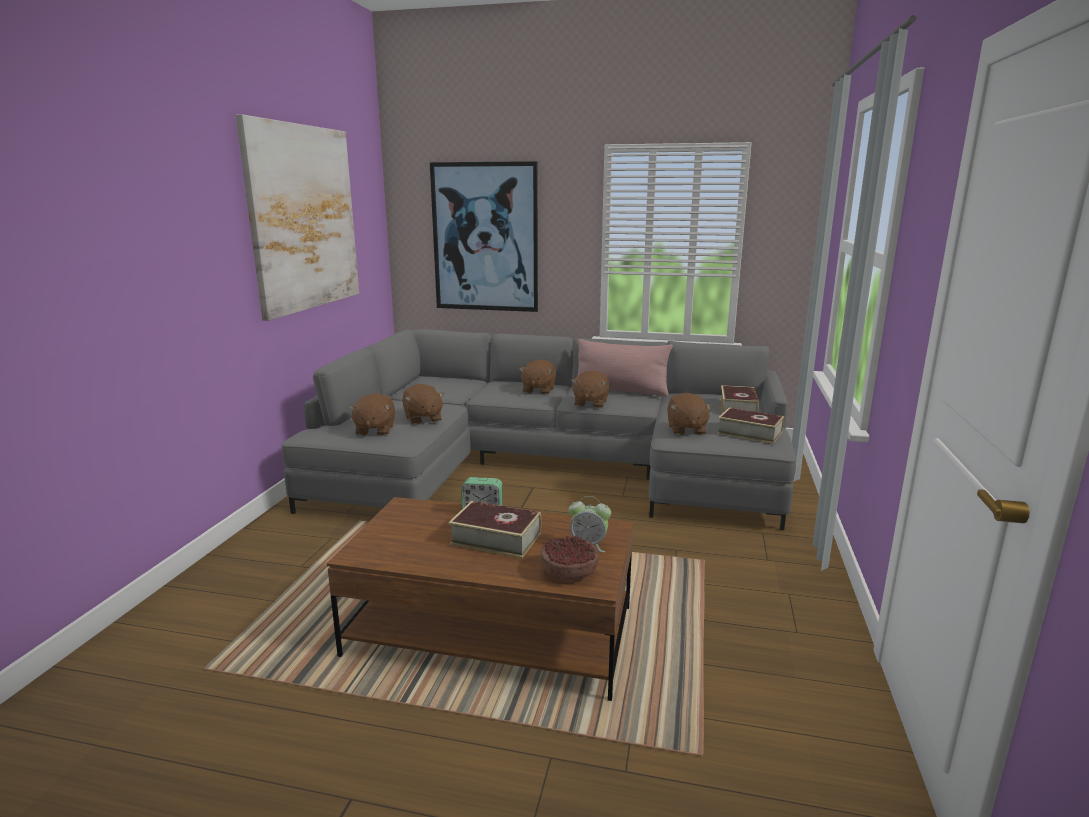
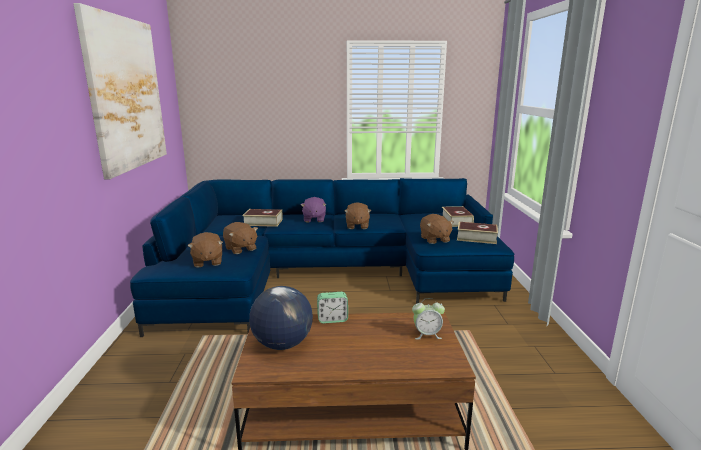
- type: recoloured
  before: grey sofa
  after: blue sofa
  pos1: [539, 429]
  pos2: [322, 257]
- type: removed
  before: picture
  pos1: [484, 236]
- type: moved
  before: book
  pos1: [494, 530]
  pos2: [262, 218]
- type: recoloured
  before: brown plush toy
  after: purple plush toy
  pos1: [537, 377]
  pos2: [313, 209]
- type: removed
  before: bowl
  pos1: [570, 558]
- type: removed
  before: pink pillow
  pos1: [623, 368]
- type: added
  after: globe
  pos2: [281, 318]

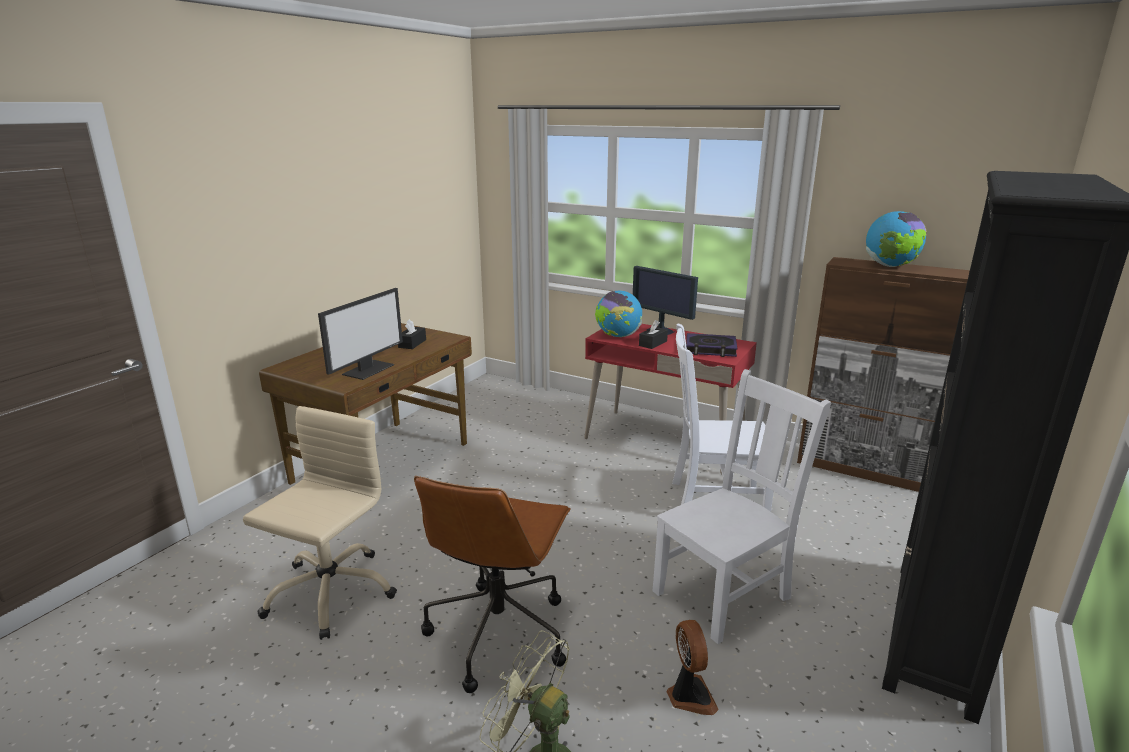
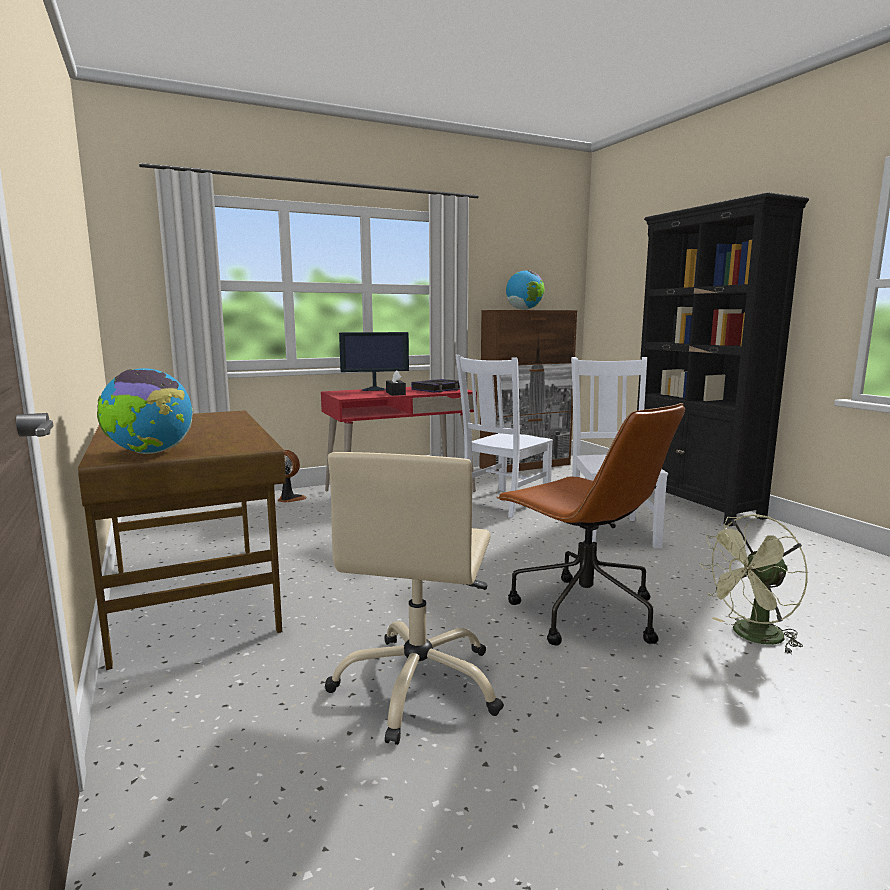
- type: turned
  before: beige office chair
  pos1: [320, 523]
  pos2: [414, 598]
  turn: -135
- type: removed
  before: monitor
  pos1: [360, 334]
- type: removed
  before: black tissue box
  pos1: [412, 334]
- type: moved
  before: globe
  pos1: [618, 314]
  pos2: [145, 411]
- type: moved
  before: fan
  pos1: [693, 667]
  pos2: [292, 476]

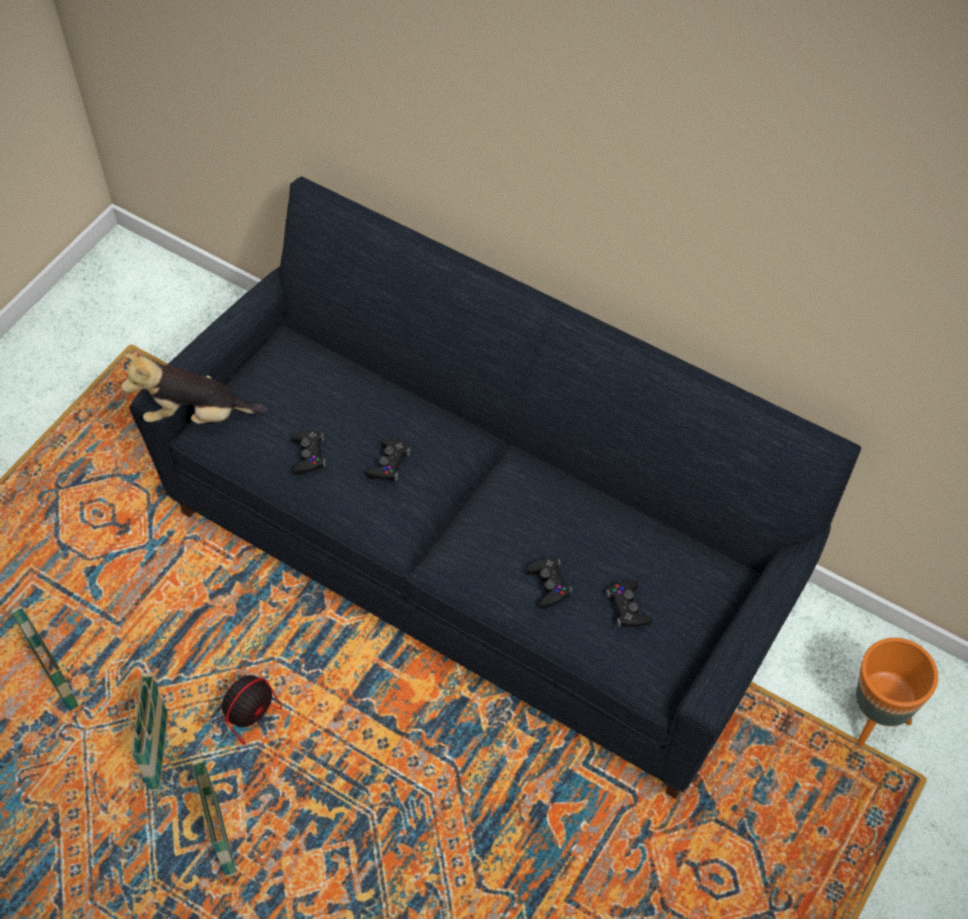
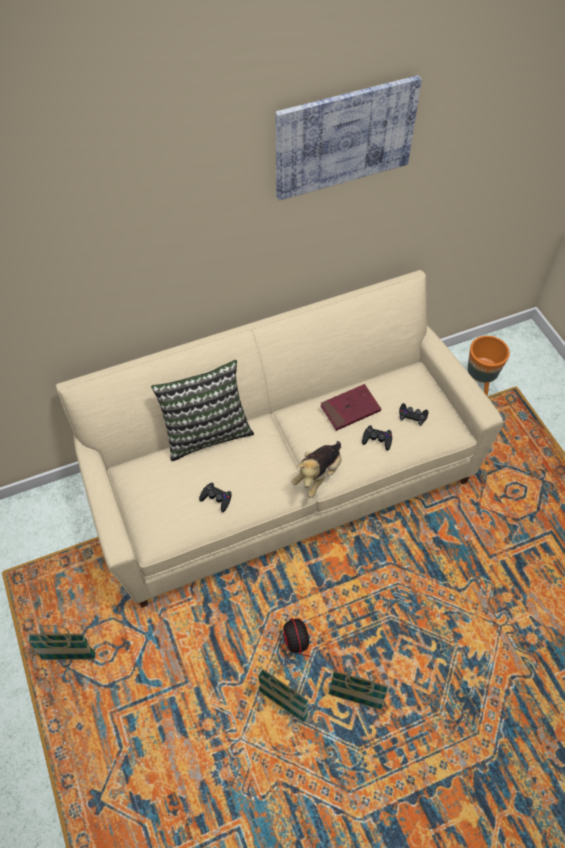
- type: moved
  before: basket
  pos1: [45, 659]
  pos2: [61, 642]
- type: moved
  before: plush toy
  pos1: [194, 389]
  pos2: [317, 469]
- type: recoloured
  before: black sofa
  after: beige sofa
  pos1: [495, 488]
  pos2: [280, 439]
- type: removed
  before: black game controller
  pos1: [387, 459]
- type: added
  after: pillow
  pos2: [202, 411]
- type: added
  after: picture
  pos2: [349, 138]
- type: added
  after: red book
  pos2: [350, 407]

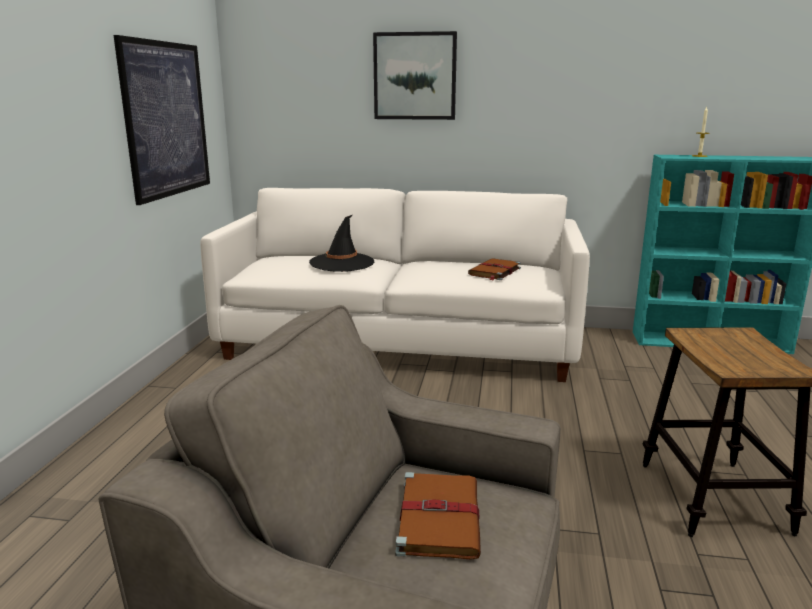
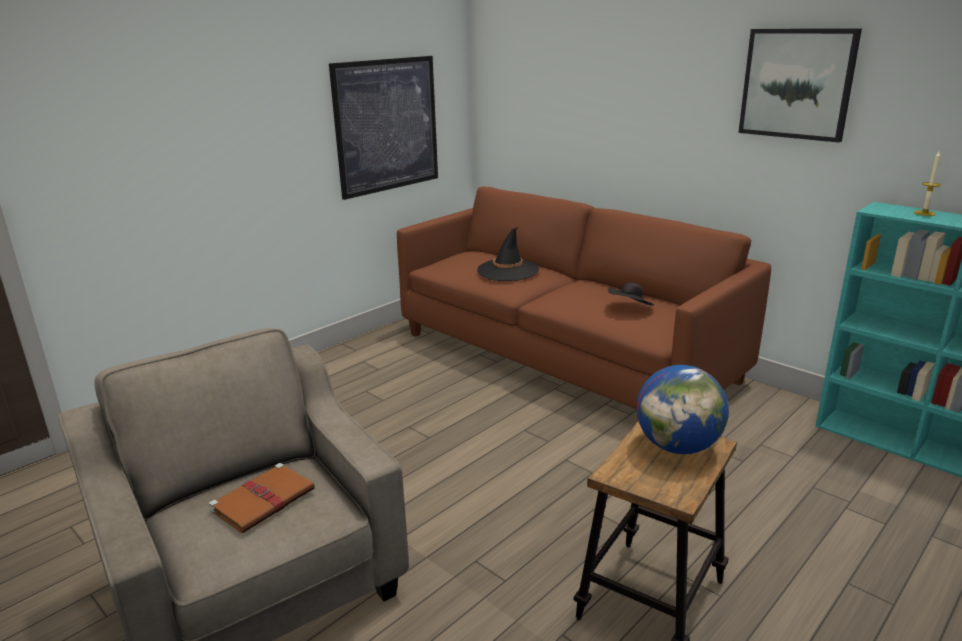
- type: recoloured
  before: white sofa
  after: brown sofa
  pos1: [395, 285]
  pos2: [584, 297]
- type: moved
  before: picture
  pos1: [415, 75]
  pos2: [800, 85]
- type: replaced
  before: brown book
  after: black hat
  pos1: [494, 269]
  pos2: [631, 294]
- type: added
  after: globe
  pos2: [683, 409]

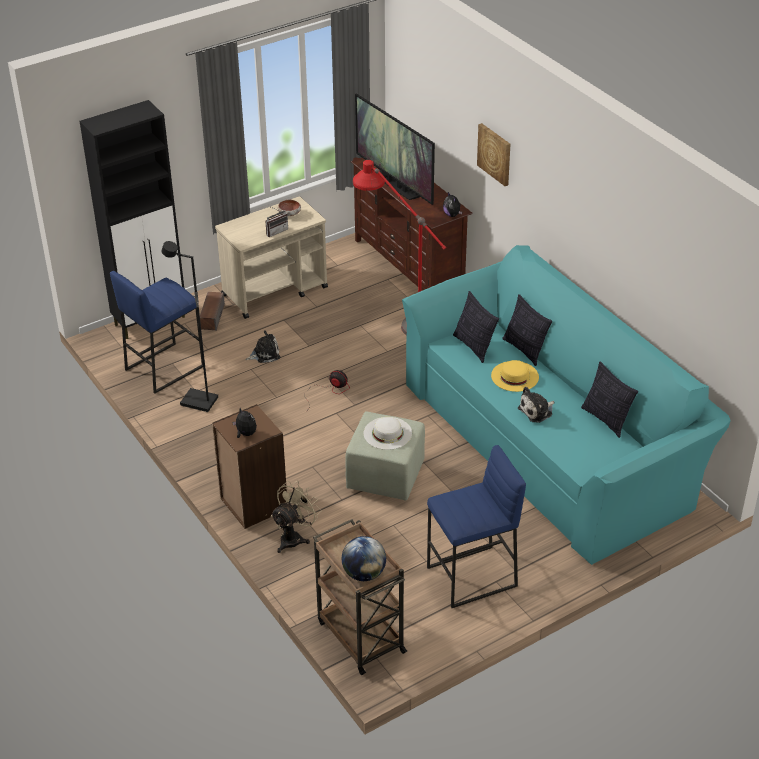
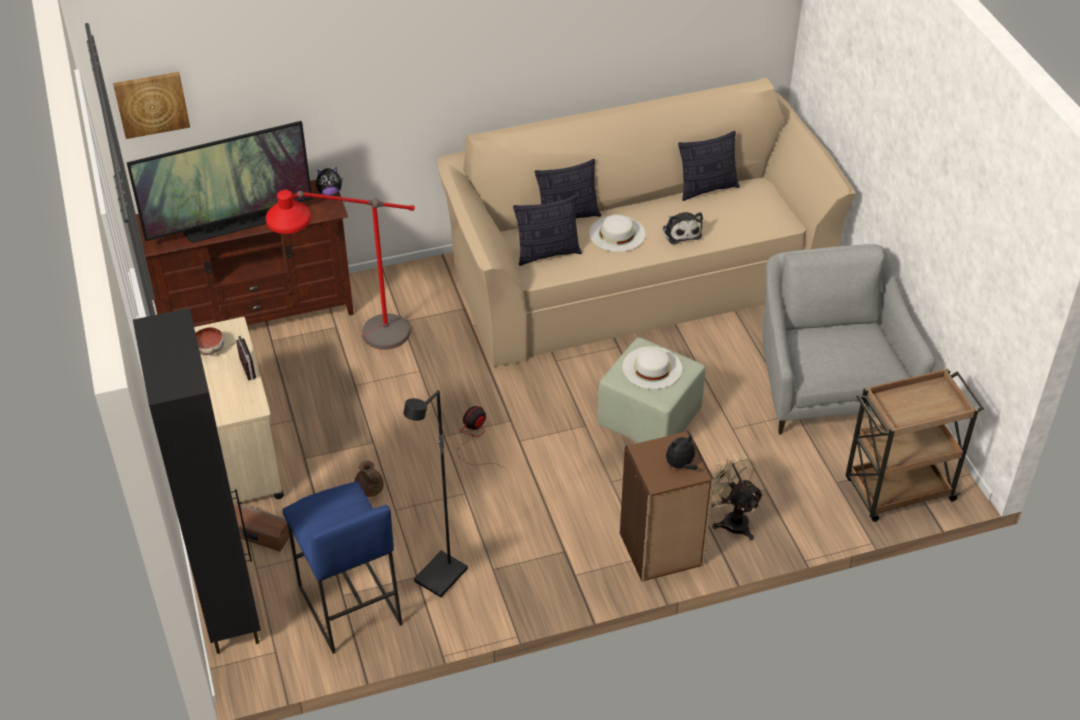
- type: replaced
  before: plush toy
  after: brown teapot
  pos1: [262, 347]
  pos2: [369, 479]
- type: removed
  before: globe
  pos1: [364, 558]
- type: recoloured
  before: turquoise sofa
  after: beige sofa
  pos1: [566, 405]
  pos2: [647, 222]
- type: replaced
  before: blue stool
  after: grey armchair
  pos1: [476, 526]
  pos2: [849, 339]
- type: moved
  before: picture
  pos1: [493, 154]
  pos2: [151, 105]
- type: recoloured
  before: yellow hat
  after: white hat
  pos1: [515, 376]
  pos2: [617, 233]

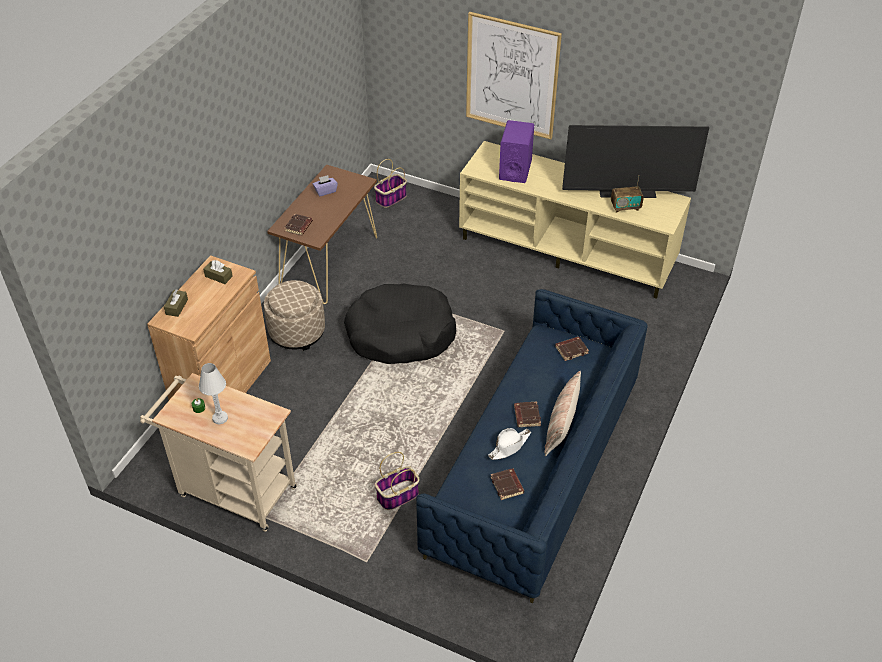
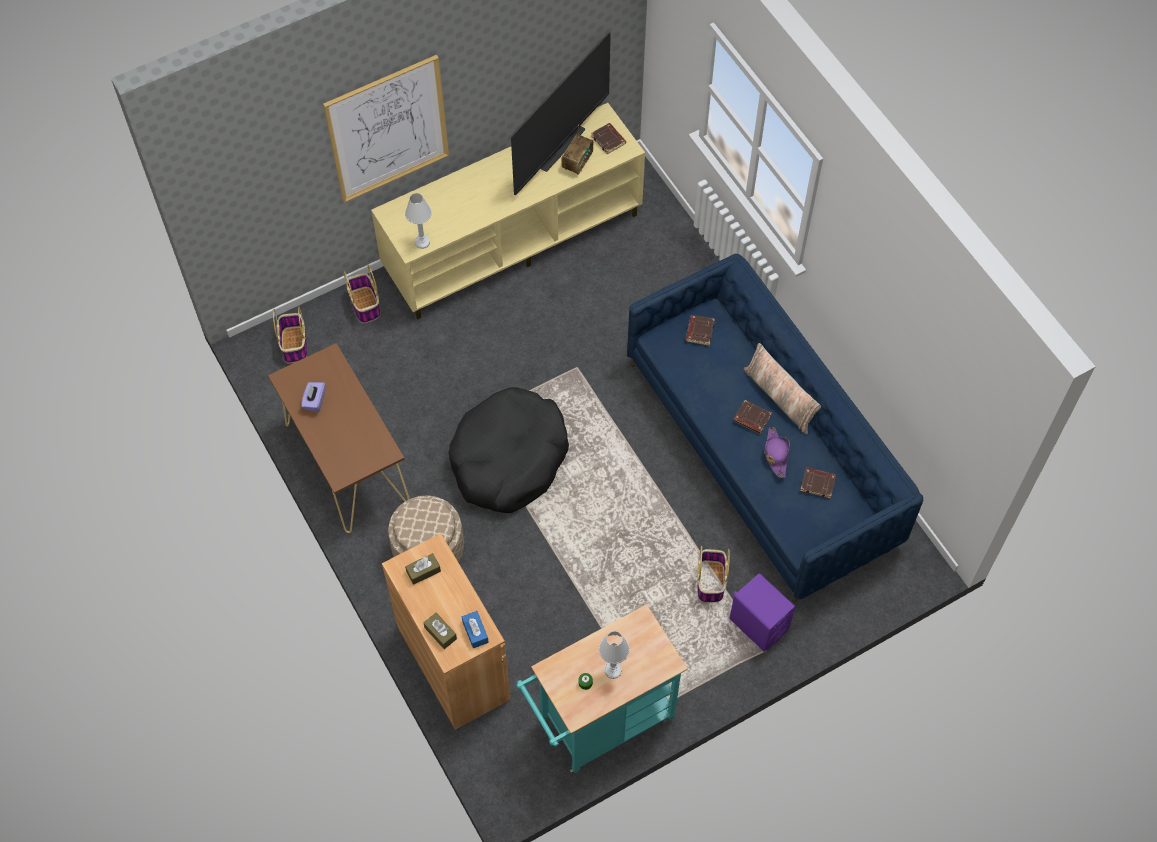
- type: recoloured
  before: beige cart
  after: turquoise cart
  pos1: [218, 452]
  pos2: [602, 688]
- type: moved
  before: brown book
  pos1: [298, 224]
  pos2: [608, 138]
- type: recoloured
  before: white hat
  after: purple hat
  pos1: [509, 444]
  pos2: [777, 452]
- type: moved
  before: purple speaker
  pos1: [516, 151]
  pos2: [762, 612]
- type: added
  after: basket
  pos2: [362, 294]
- type: added
  after: white table lamp
  pos2: [418, 221]
- type: added
  after: blue tissue box
  pos2: [475, 629]

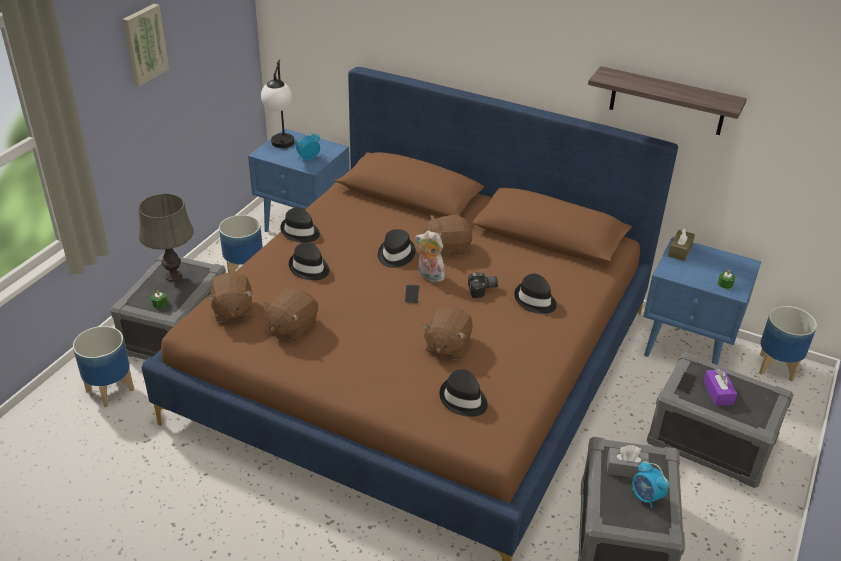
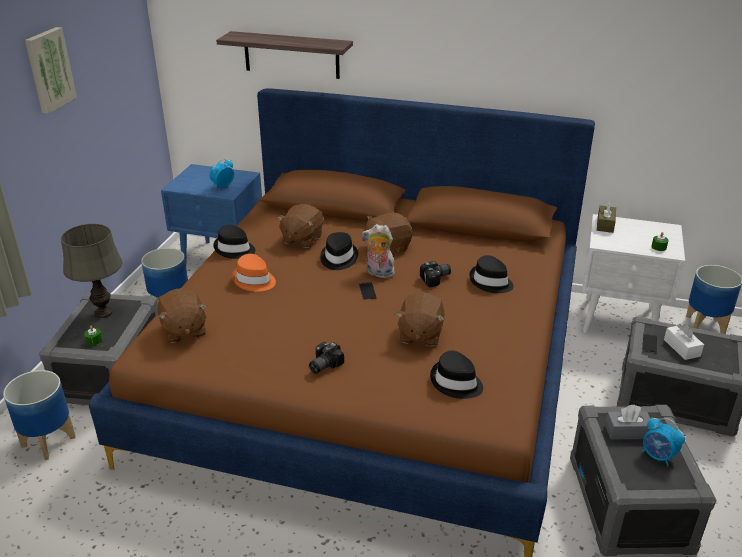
- type: removed
  before: table lamp
  pos1: [278, 103]
- type: moved
  before: brown plush toy
  pos1: [290, 315]
  pos2: [300, 226]
- type: recoloured
  before: black hat
  after: orange hat
  pos1: [309, 261]
  pos2: [254, 273]
- type: moved
  before: shelf
  pos1: [667, 100]
  pos2: [284, 55]
- type: recoloured
  before: blue nightstand
  after: white nightstand
  pos1: [702, 301]
  pos2: [633, 273]
- type: recoloured
  before: purple tissue box
  after: white tissue box
  pos1: [720, 387]
  pos2: [684, 342]
- type: added
  after: photo camera
  pos2: [326, 358]

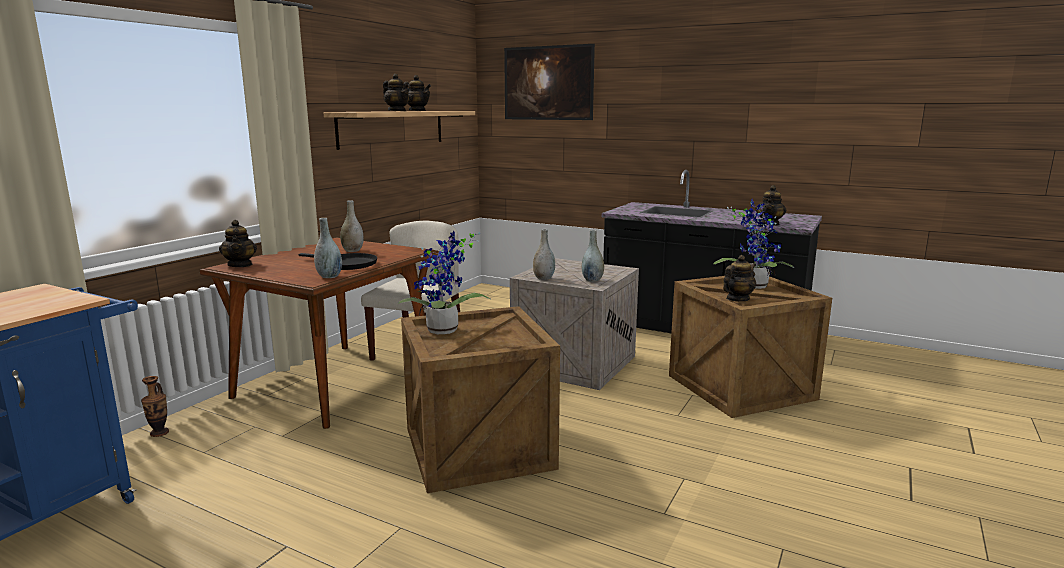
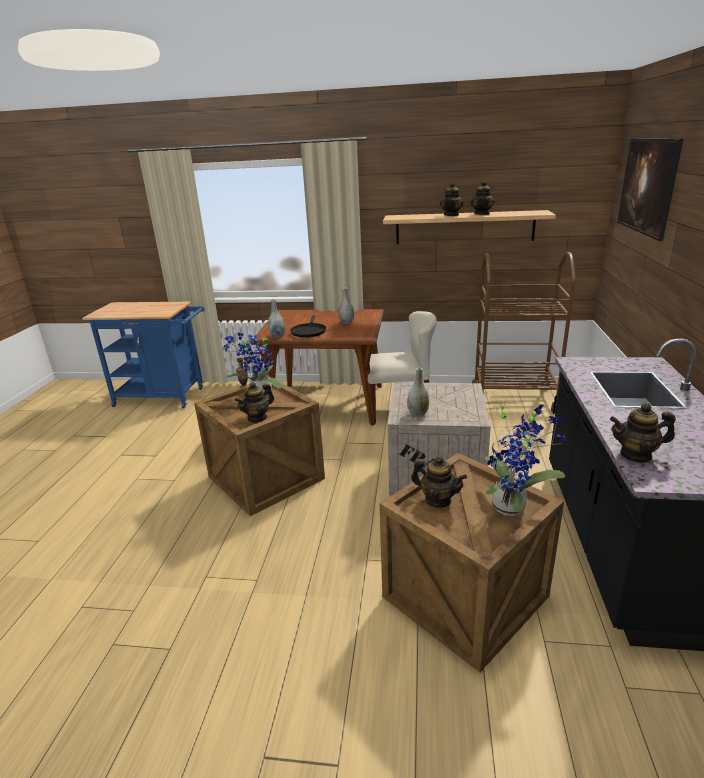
- type: moved
  before: teapot
  pos1: [238, 243]
  pos2: [254, 402]
- type: removed
  before: grey vase
  pos1: [544, 254]
- type: added
  after: brown cart
  pos2: [524, 332]

